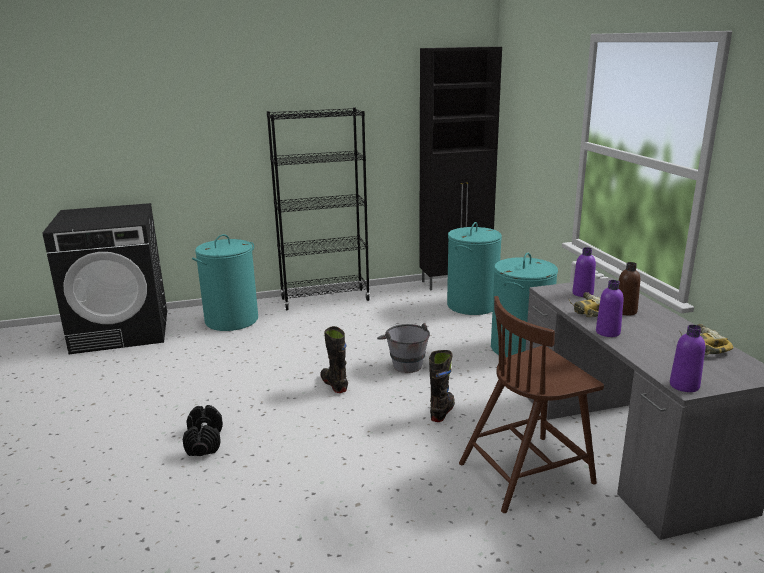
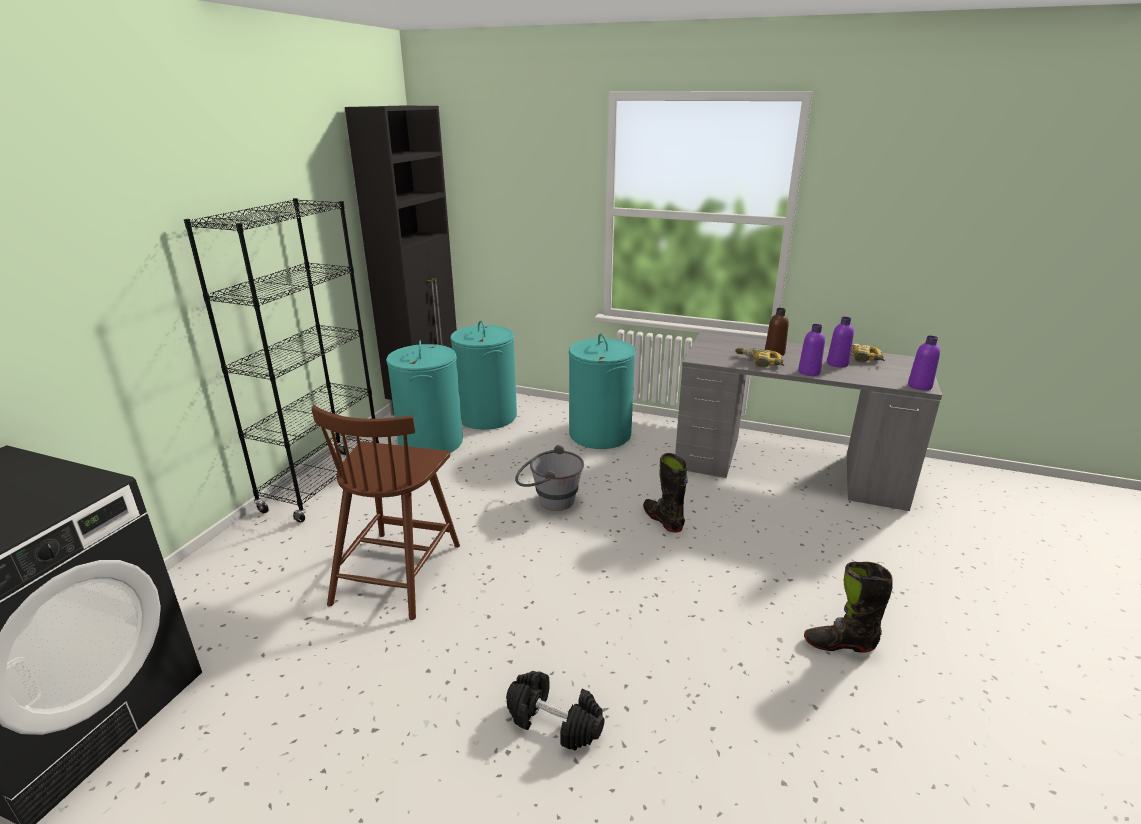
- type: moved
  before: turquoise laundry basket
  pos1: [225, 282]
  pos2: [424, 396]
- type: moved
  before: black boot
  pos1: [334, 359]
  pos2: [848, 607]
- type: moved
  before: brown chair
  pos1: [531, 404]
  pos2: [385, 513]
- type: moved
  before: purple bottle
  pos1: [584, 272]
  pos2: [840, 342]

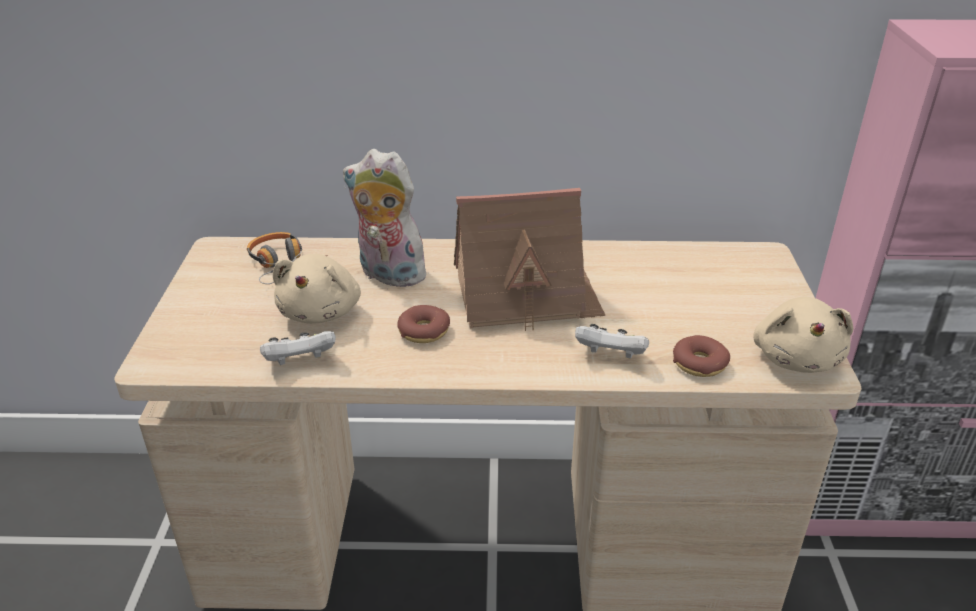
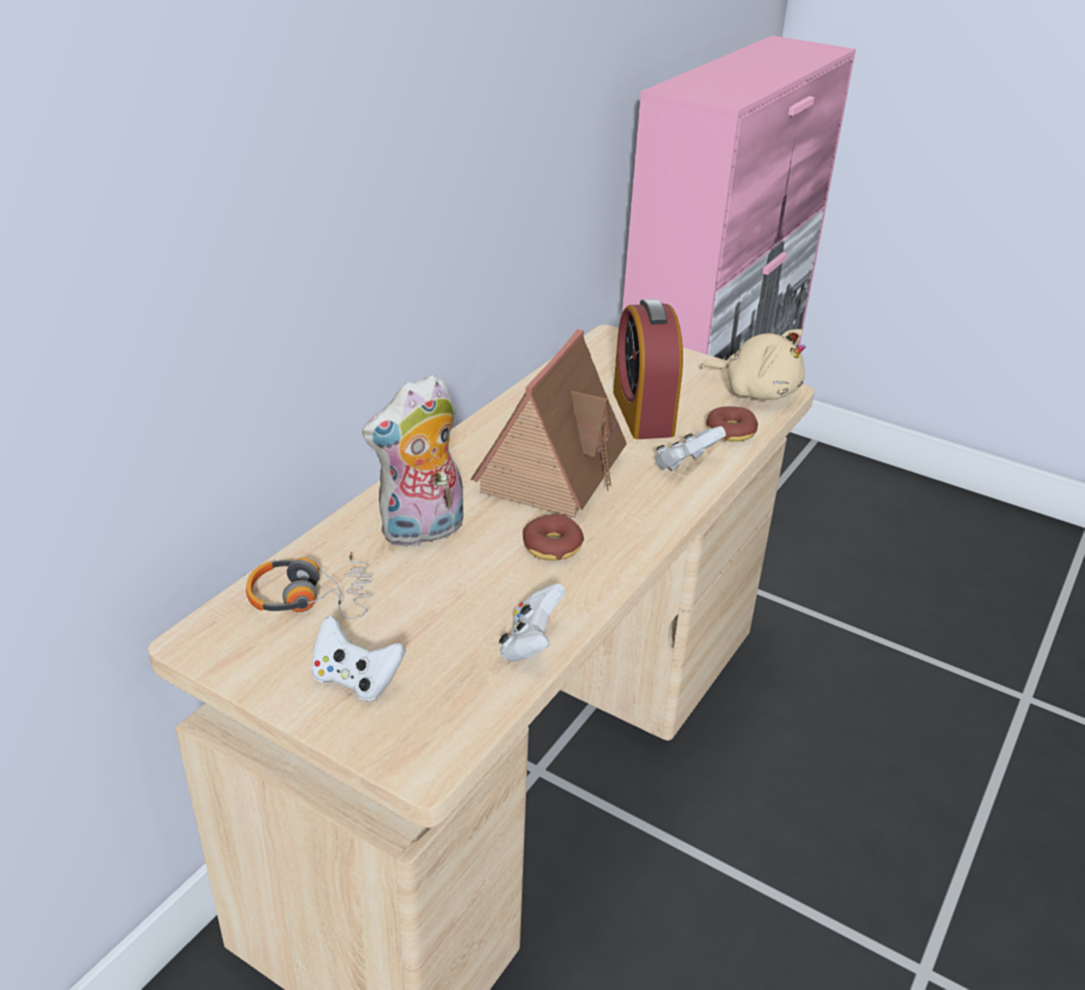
- type: removed
  before: beige plush toy
  pos1: [317, 289]
- type: added
  after: white game controller
  pos2: [359, 658]
- type: added
  after: alarm clock
  pos2: [648, 369]

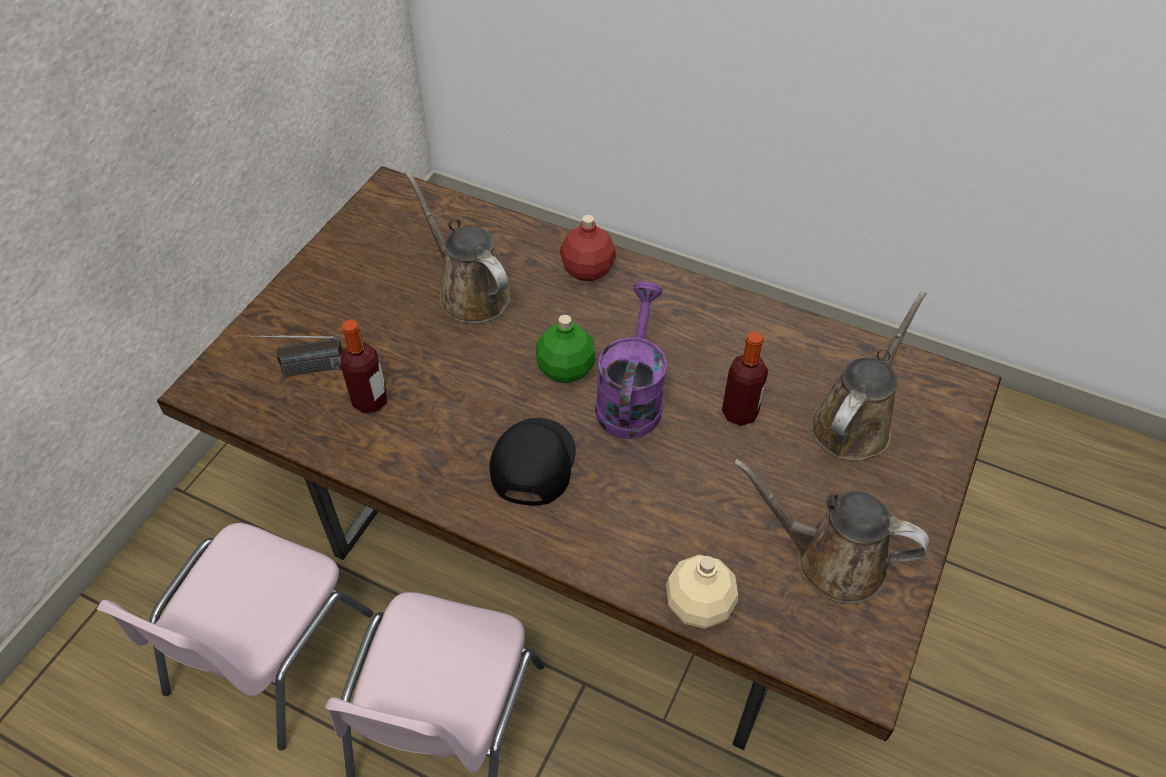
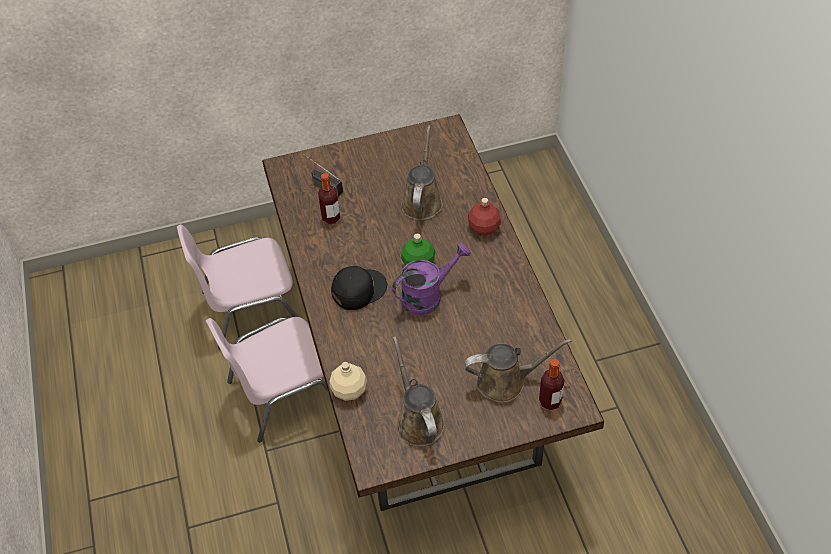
- type: moved
  before: bottle
  pos1: [745, 378]
  pos2: [552, 384]

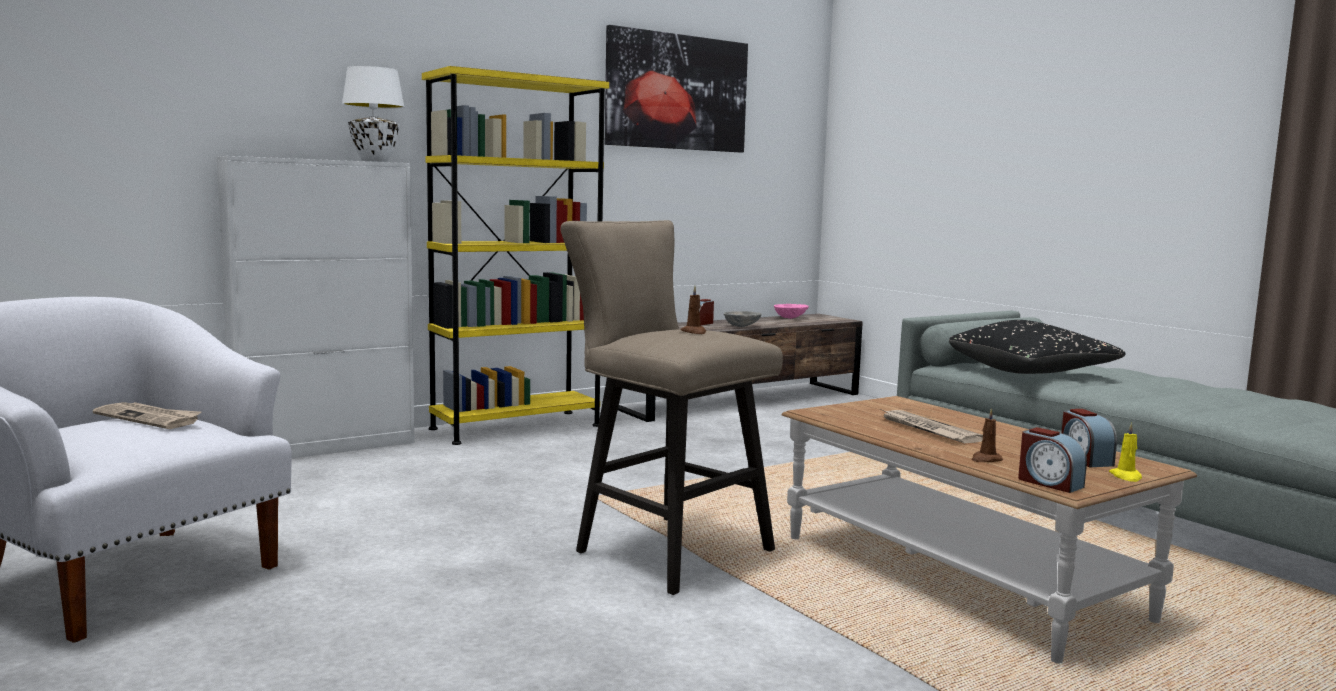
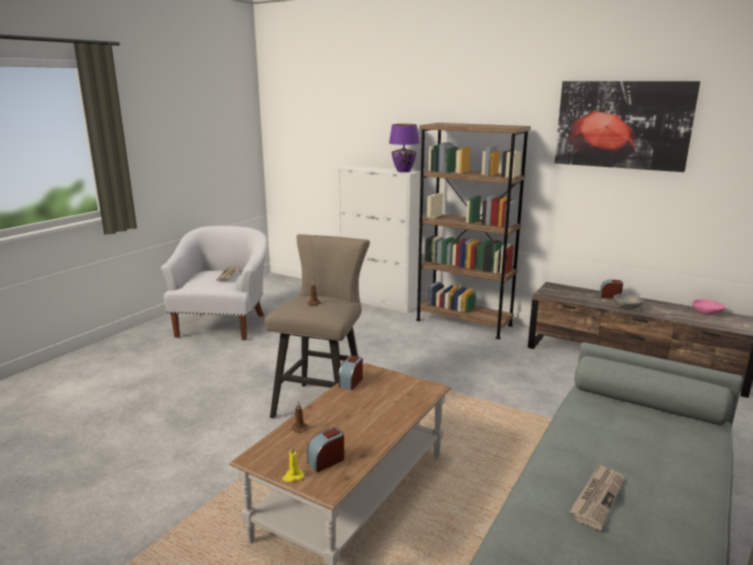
- type: recoloured
  before: white table lamp
  after: purple table lamp
  pos1: [373, 114]
  pos2: [404, 148]
- type: recoloured
  before: yellow bookcase
  after: brown bookcase
  pos1: [515, 255]
  pos2: [473, 231]
- type: moved
  before: newspaper
  pos1: [933, 426]
  pos2: [597, 496]
- type: removed
  before: black pillow
  pos1: [1037, 347]
- type: moved
  before: alarm clock
  pos1: [1052, 460]
  pos2: [351, 373]

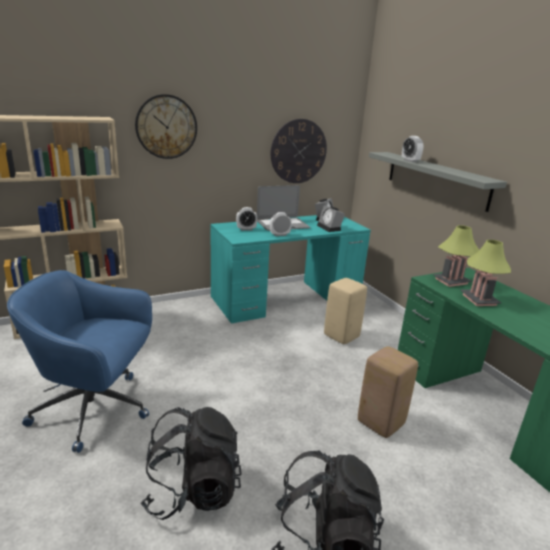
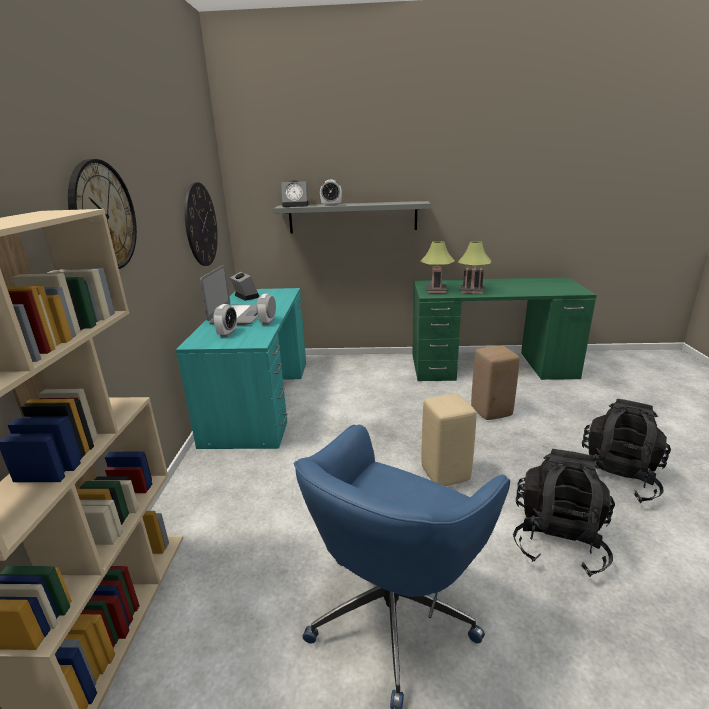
- type: moved
  before: alarm clock
  pos1: [331, 218]
  pos2: [294, 194]
- type: moved
  before: beige stool
  pos1: [345, 311]
  pos2: [448, 440]

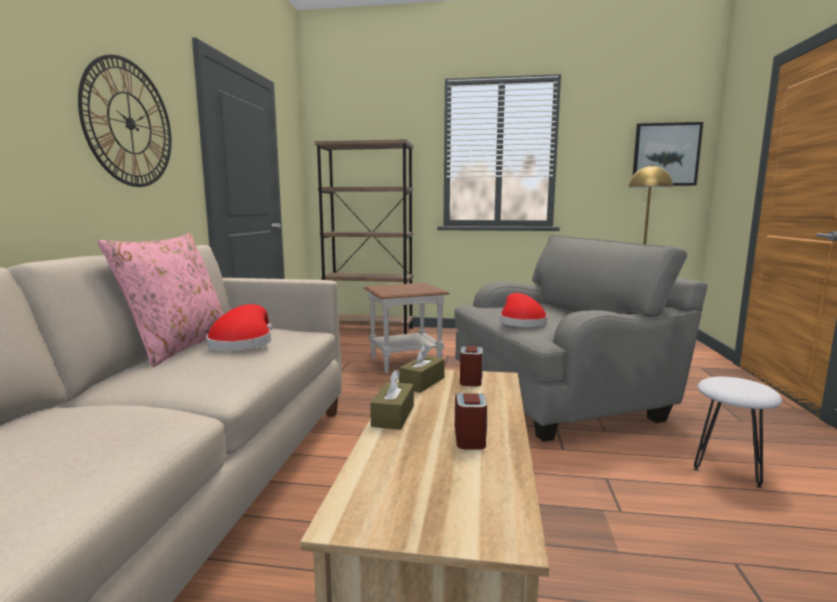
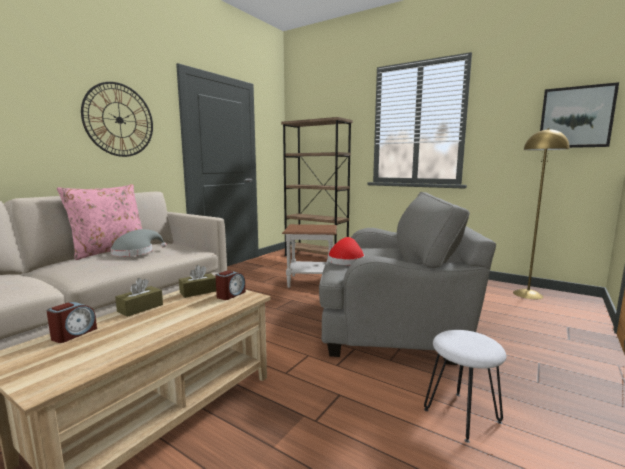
- type: recoloured
  before: red hat
  after: grey hat
  pos1: [239, 327]
  pos2: [139, 242]
- type: moved
  before: alarm clock
  pos1: [471, 421]
  pos2: [72, 322]

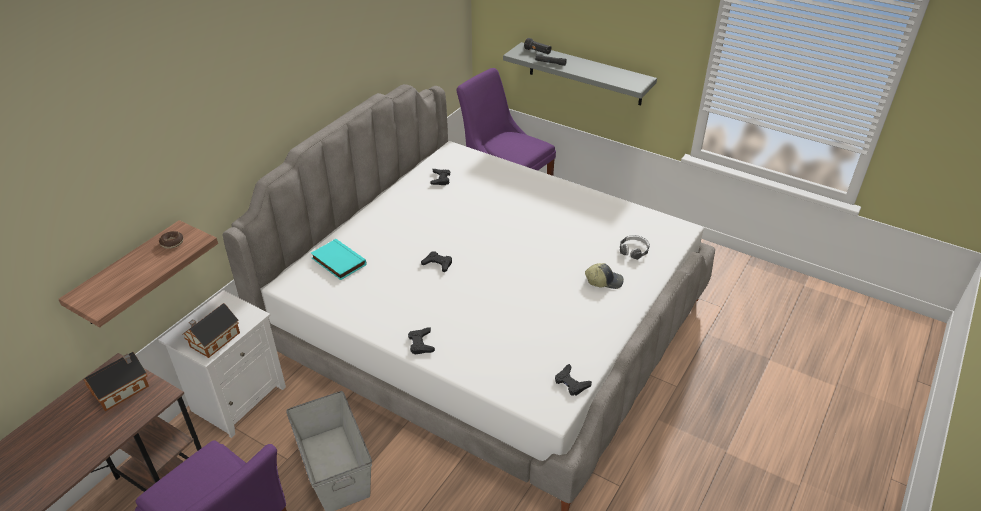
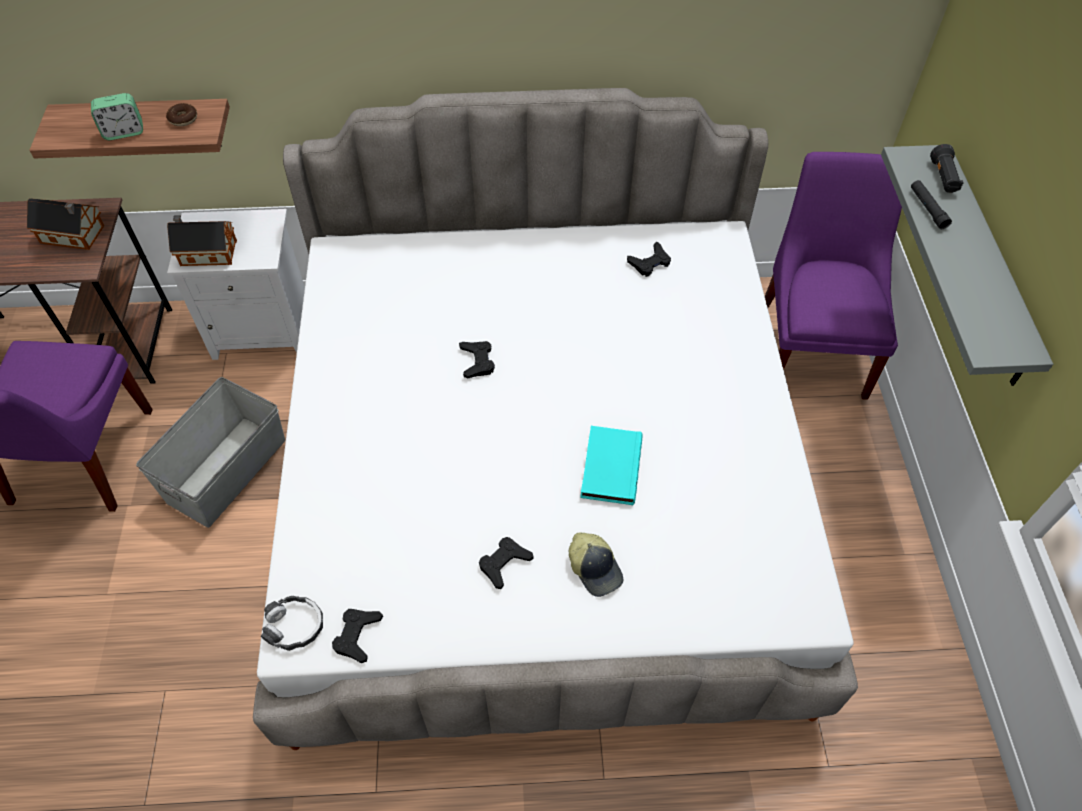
- type: moved
  before: turquoise book
  pos1: [338, 259]
  pos2: [611, 465]
- type: moved
  before: black game controller
  pos1: [421, 340]
  pos2: [506, 563]
- type: moved
  before: headphones
  pos1: [635, 247]
  pos2: [292, 623]
- type: added
  after: alarm clock
  pos2: [117, 116]

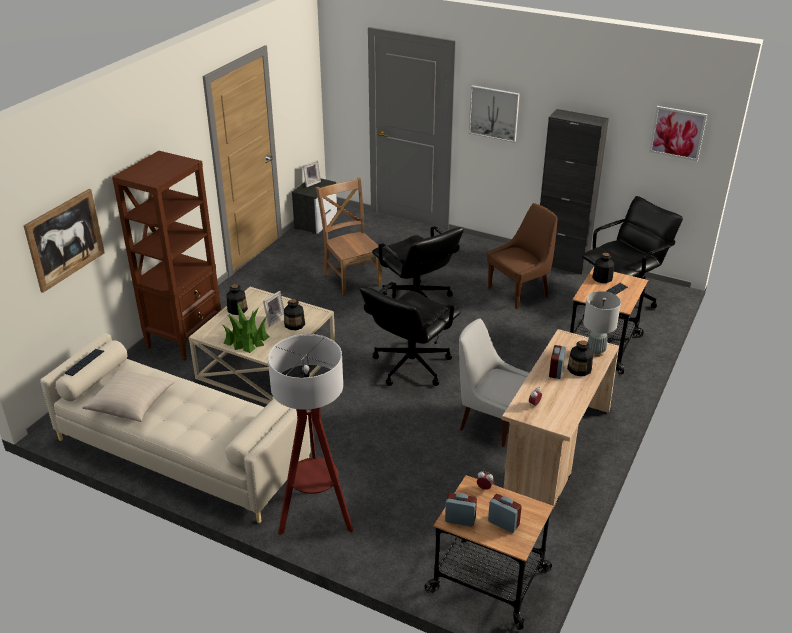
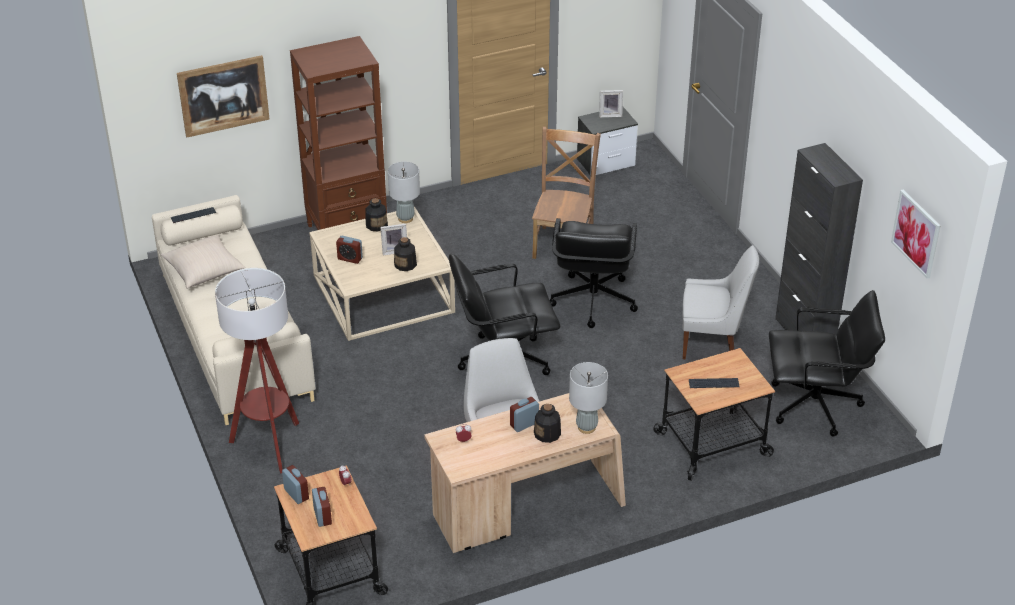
- type: replaced
  before: potted plant
  after: alarm clock
  pos1: [245, 328]
  pos2: [349, 250]
- type: removed
  before: picture
  pos1: [494, 114]
- type: recoloured
  before: brown chair
  after: white chair
  pos1: [522, 256]
  pos2: [720, 302]
- type: removed
  before: bottle
  pos1: [603, 268]
- type: added
  after: grey table lamp
  pos2: [404, 192]

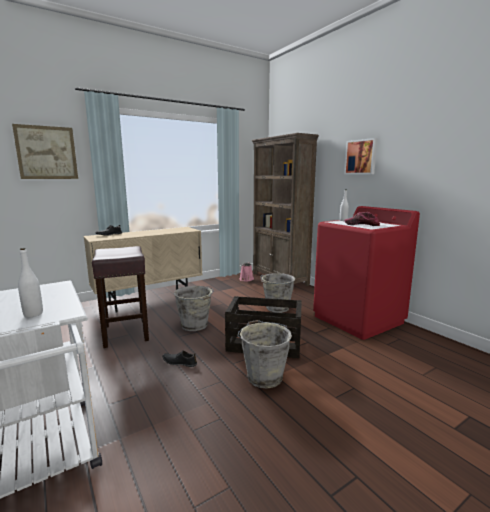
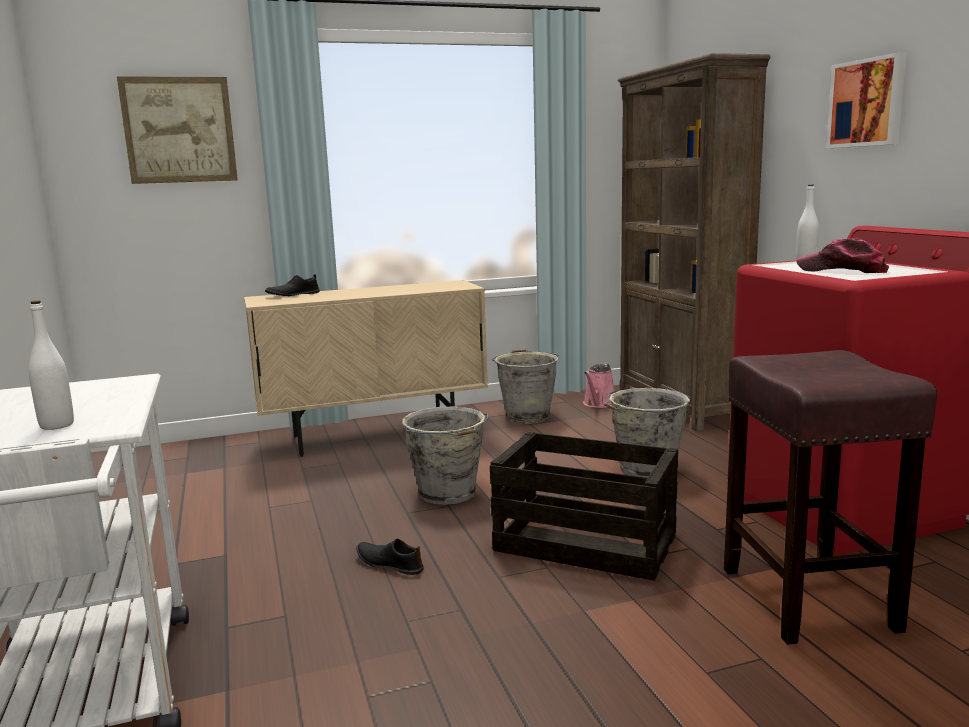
- type: moved
  before: brown stool
  pos1: [120, 297]
  pos2: [830, 497]
- type: moved
  before: grey bucket
  pos1: [265, 354]
  pos2: [525, 386]

